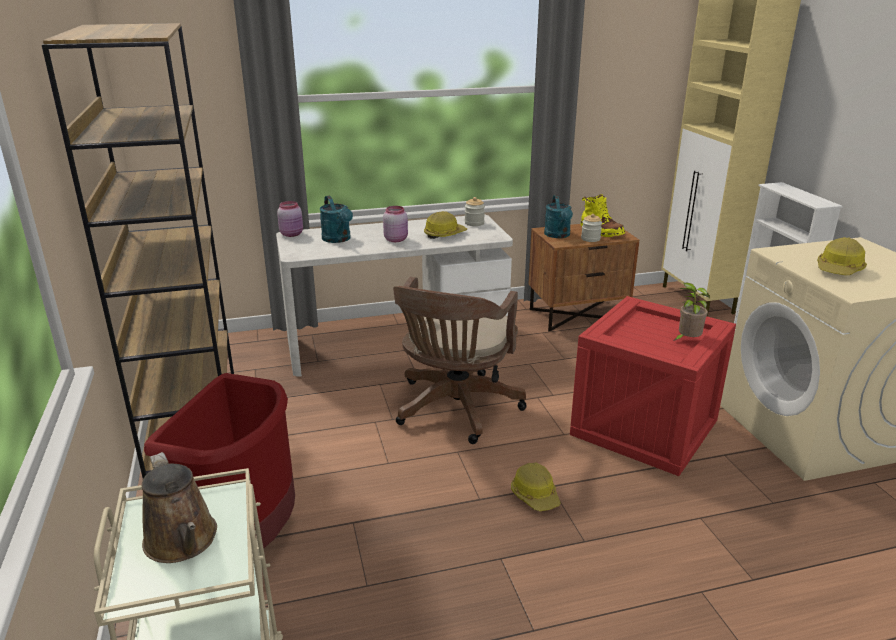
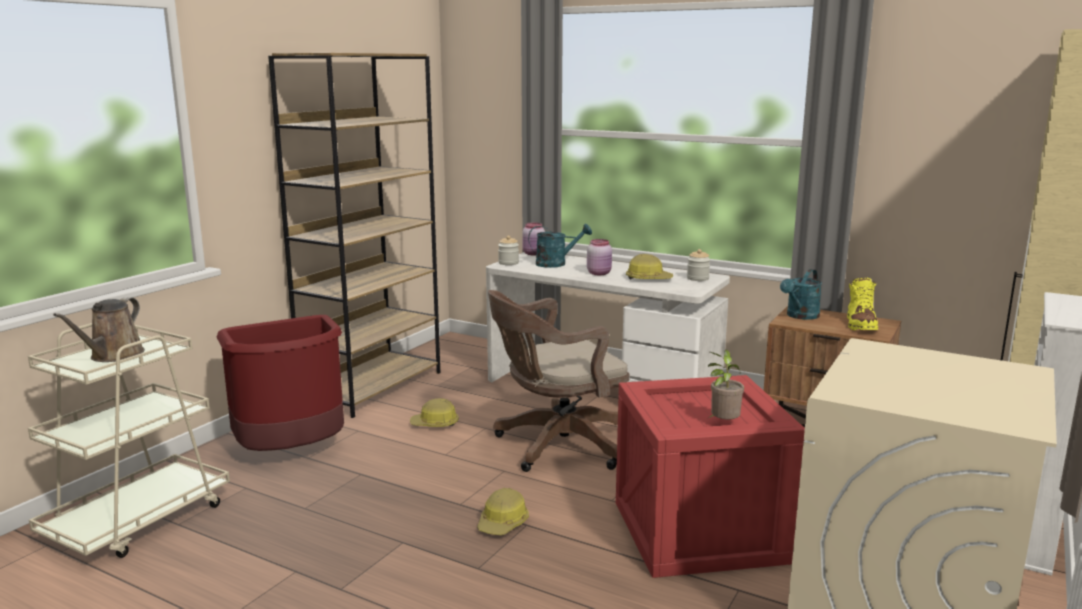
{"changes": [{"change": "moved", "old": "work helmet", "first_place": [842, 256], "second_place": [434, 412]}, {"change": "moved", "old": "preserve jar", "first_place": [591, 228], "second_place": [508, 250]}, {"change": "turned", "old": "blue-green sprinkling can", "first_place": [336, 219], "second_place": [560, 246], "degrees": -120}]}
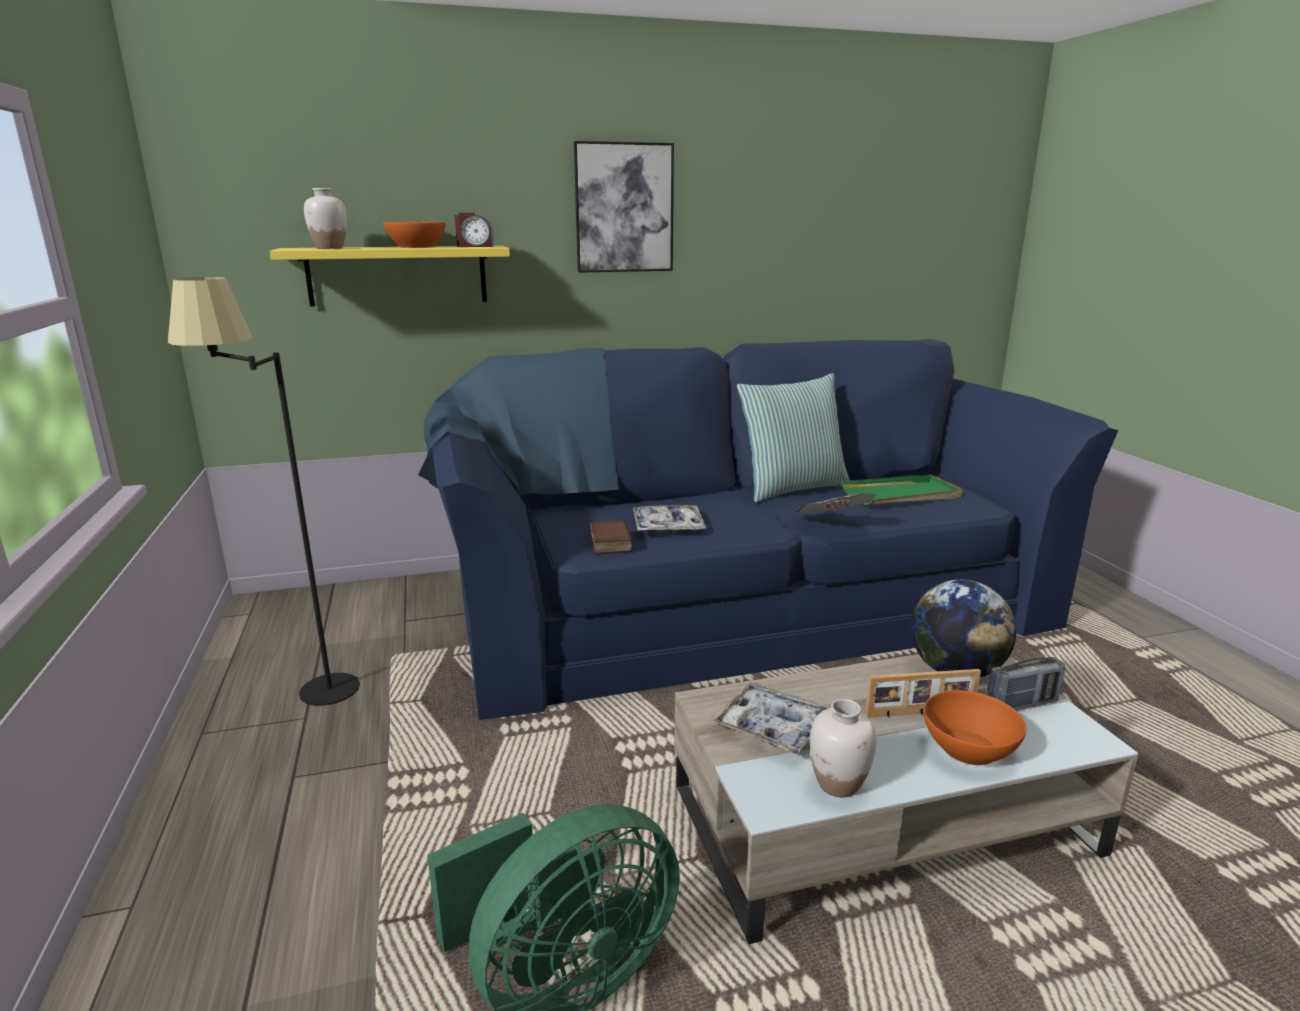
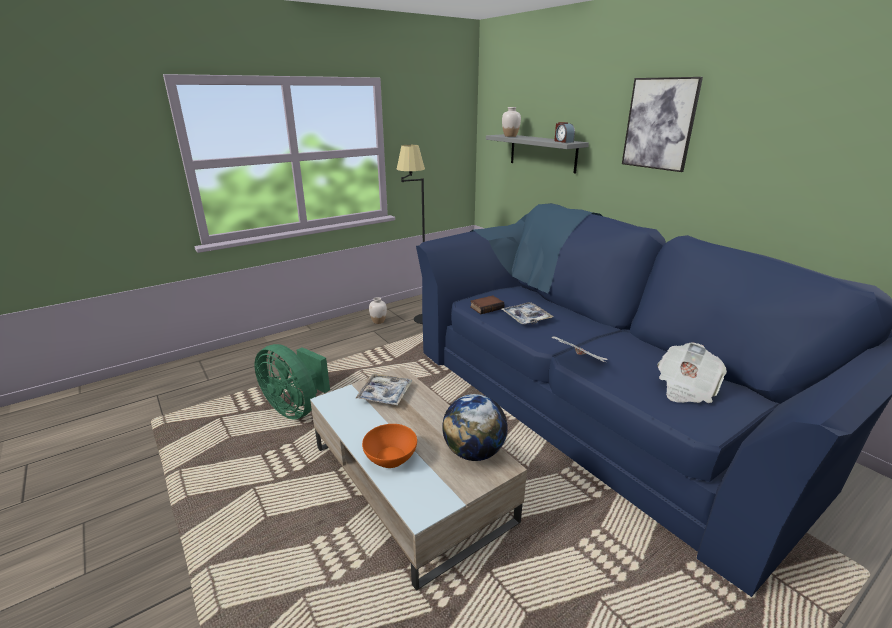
{"changes": [{"change": "moved", "old": "white decorative vase", "first_place": [843, 748], "second_place": [378, 310]}, {"change": "recoloured", "old": "yellow bracket shelf", "new": "grey bracket shelf", "first_place": [390, 276], "second_place": [537, 154]}, {"change": "replaced", "old": "green tray", "new": "newspaper", "first_place": [902, 489], "second_place": [692, 372]}, {"change": "removed", "old": "orangey serving bowl", "first_place": [414, 235]}, {"change": "removed", "old": "pillow", "first_place": [793, 437]}, {"change": "removed", "old": "standing frame", "first_place": [923, 693]}, {"change": "removed", "old": "radio set", "first_place": [1025, 683]}]}
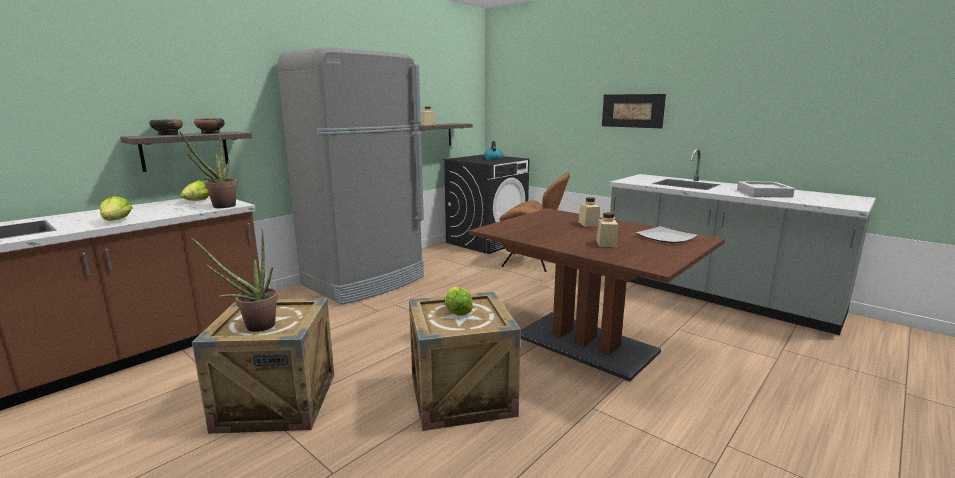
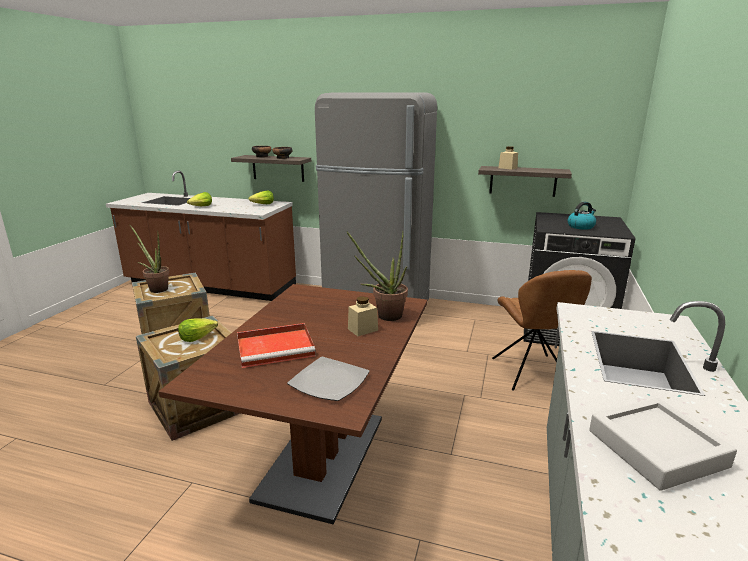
{"changes": [{"change": "replaced", "old": "sand-coloured preserve jar", "new": "red-coloured tray", "first_place": [607, 230], "second_place": [276, 345]}, {"change": "moved", "old": "potted plant", "first_place": [208, 169], "second_place": [377, 276]}, {"change": "removed", "old": "wall art", "first_place": [634, 111]}]}
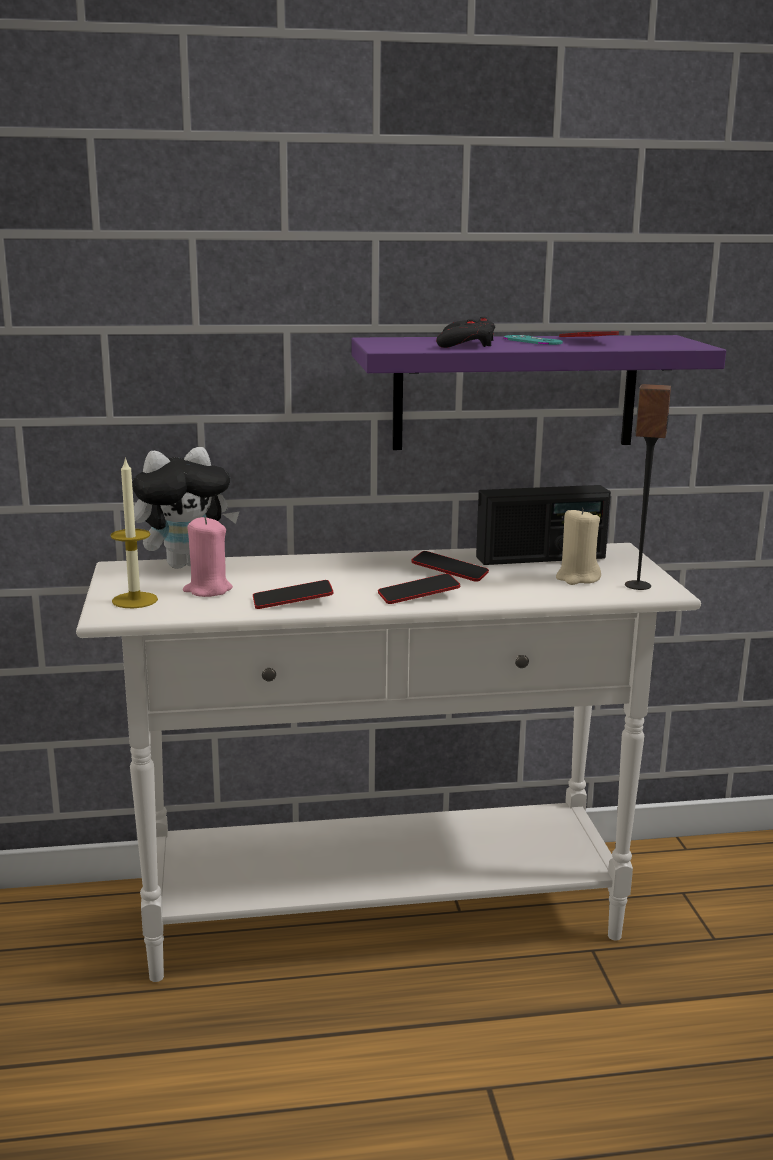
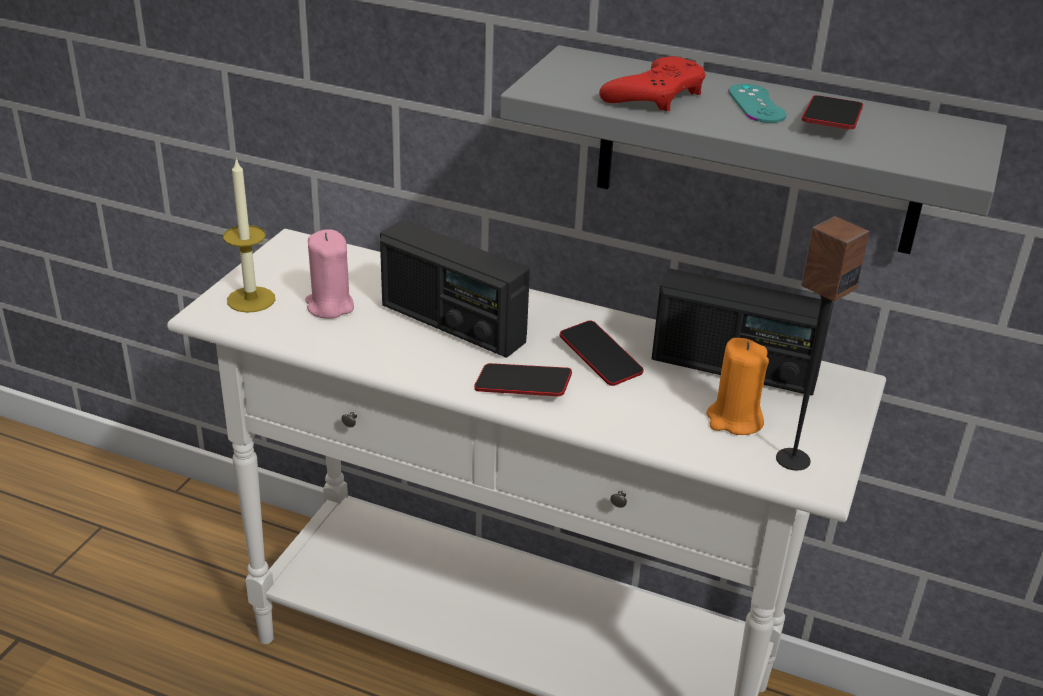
{"changes": [{"change": "added", "new": "radio set", "second_place": [455, 289]}, {"change": "recoloured", "old": "purplish bracket shelf", "new": "grey bracket shelf", "first_place": [538, 392], "second_place": [753, 149]}, {"change": "recoloured", "old": "blackish joypad", "new": "red-coloured joypad", "first_place": [465, 332], "second_place": [652, 84]}, {"change": "recoloured", "old": "sand-coloured candle", "new": "orangey candle", "first_place": [578, 546], "second_place": [737, 386]}, {"change": "removed", "old": "plush toy", "first_place": [185, 508]}, {"change": "removed", "old": "telephone", "first_place": [293, 594]}]}
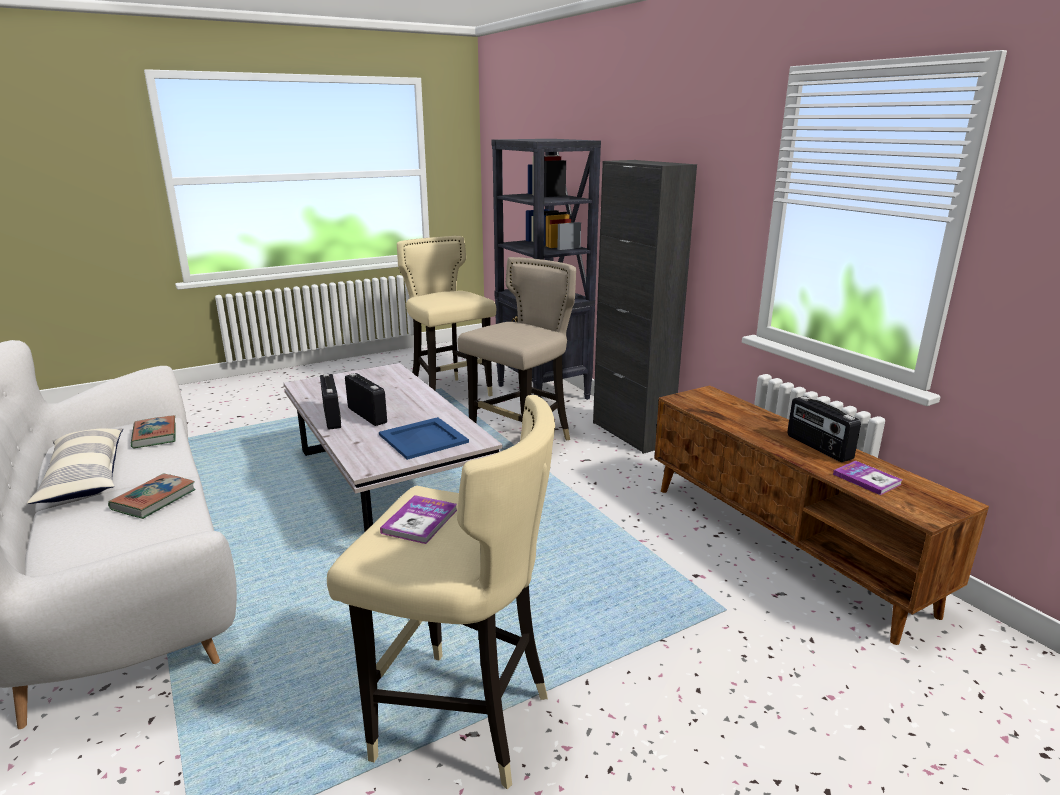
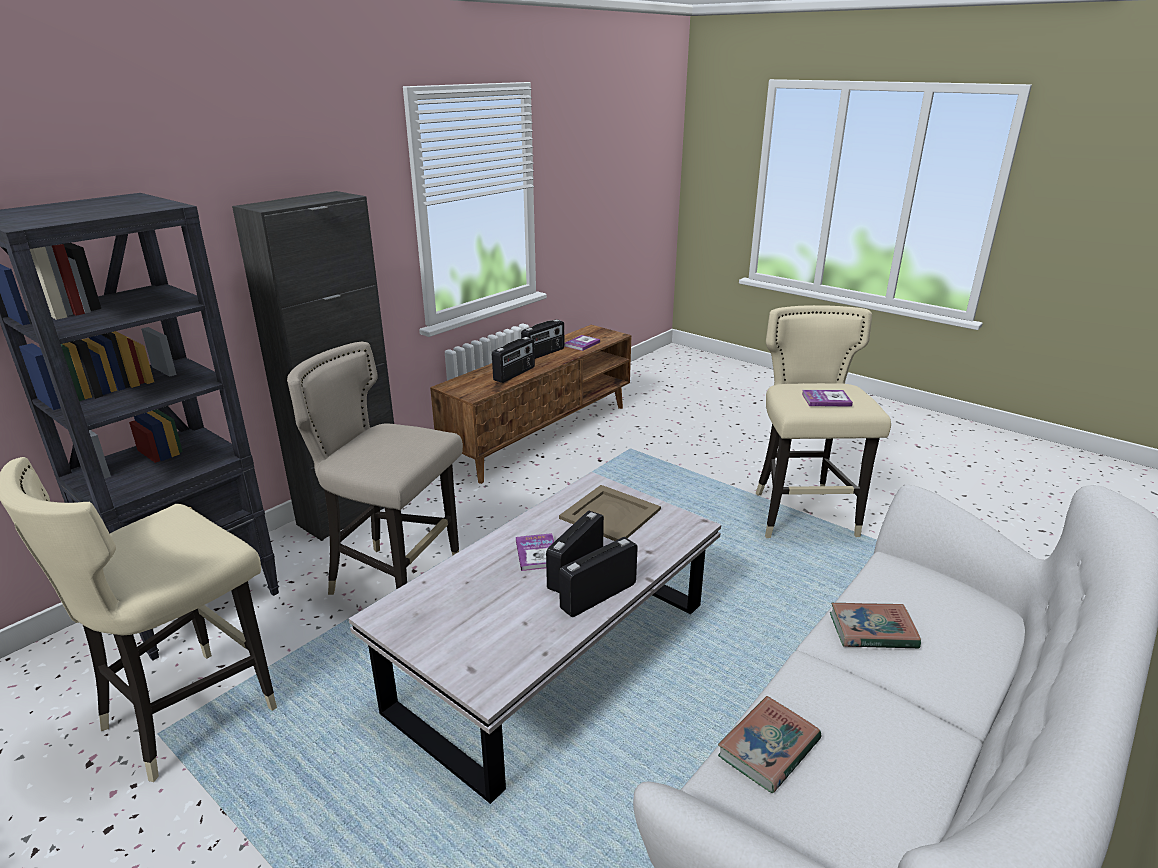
{"changes": [{"change": "added", "new": "radio set", "second_place": [513, 360]}, {"change": "added", "new": "volume", "second_place": [535, 552]}, {"change": "recoloured", "old": "blue tray", "new": "sand-coloured tray", "first_place": [424, 438], "second_place": [610, 513]}, {"change": "removed", "old": "pillow", "first_place": [75, 466]}]}
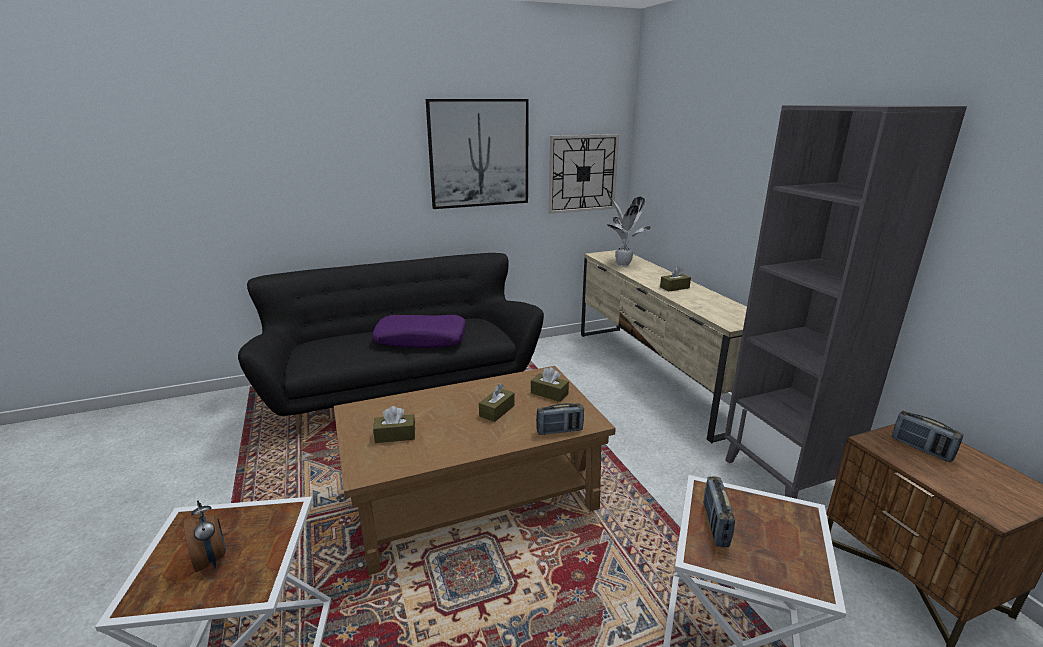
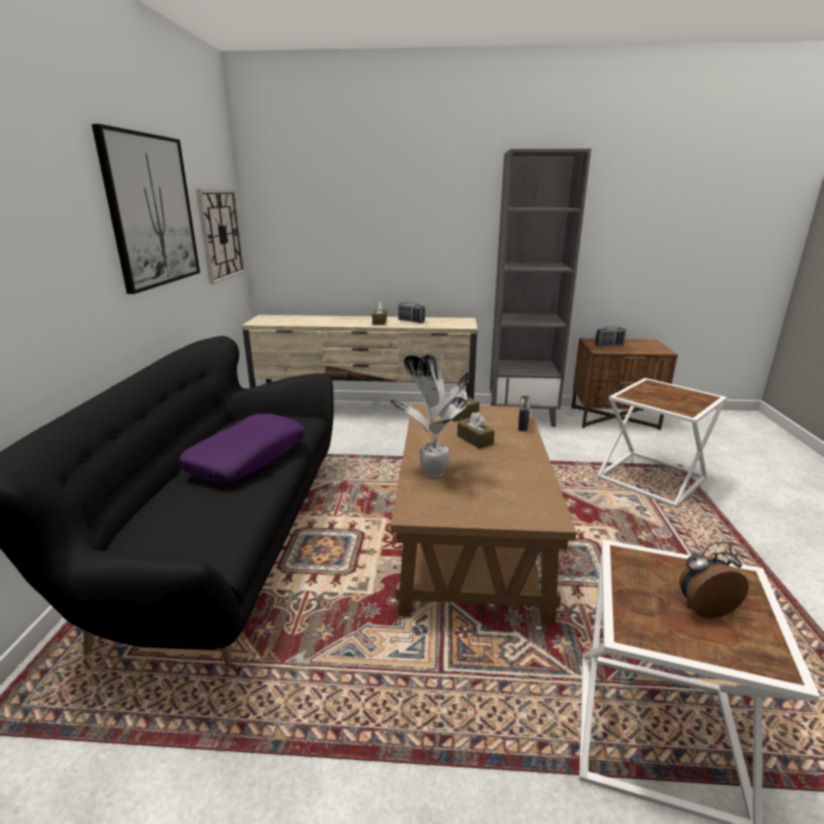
{"changes": [{"change": "moved", "old": "potted plant", "first_place": [628, 227], "second_place": [429, 415]}, {"change": "moved", "old": "radio set", "first_place": [719, 511], "second_place": [411, 312]}, {"change": "removed", "old": "brown tissue box", "first_place": [394, 424]}]}
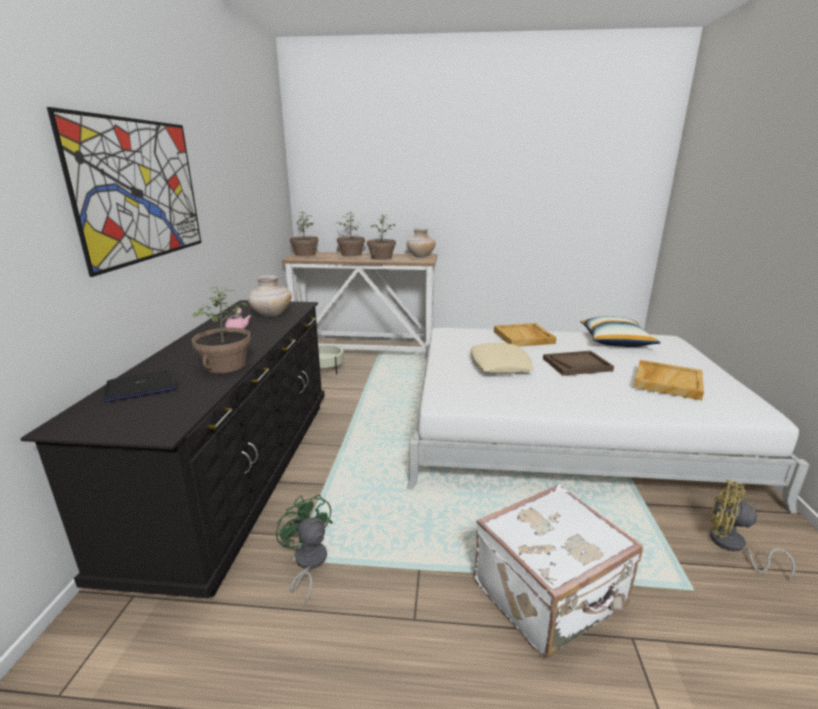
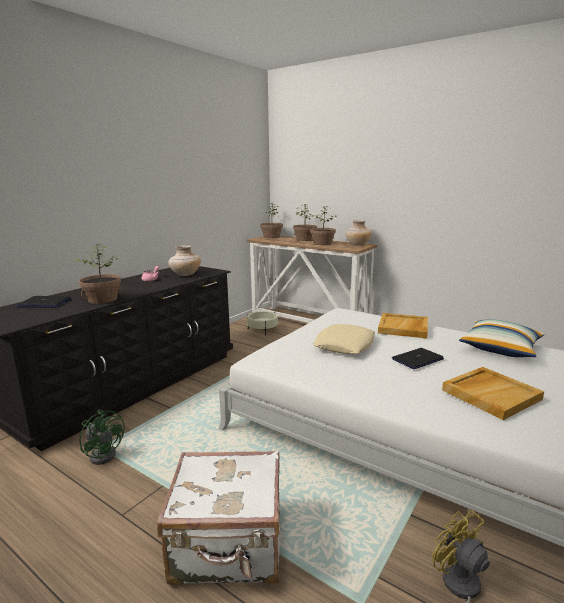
{"changes": [{"change": "turned", "old": "green cooling fan", "first_place": [304, 550], "second_place": [101, 437], "degrees": 135}, {"change": "replaced", "old": "brown tray", "new": "notebook computer", "first_place": [578, 363], "second_place": [418, 358]}, {"change": "removed", "old": "wall art", "first_place": [124, 192]}]}
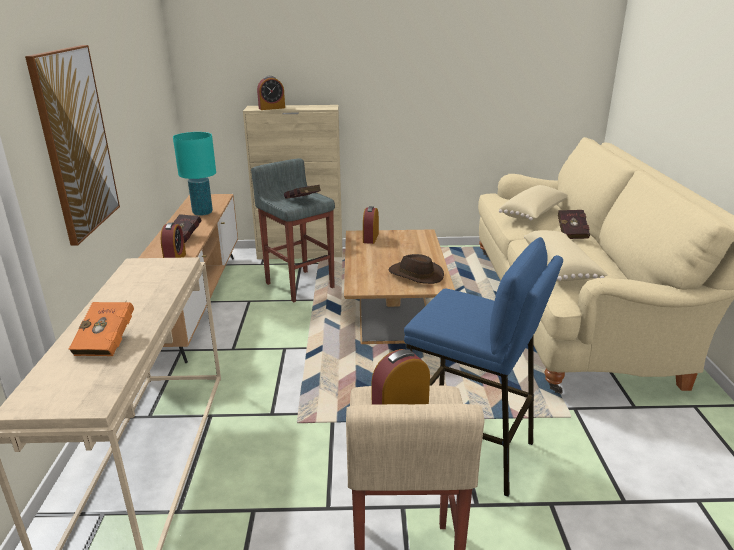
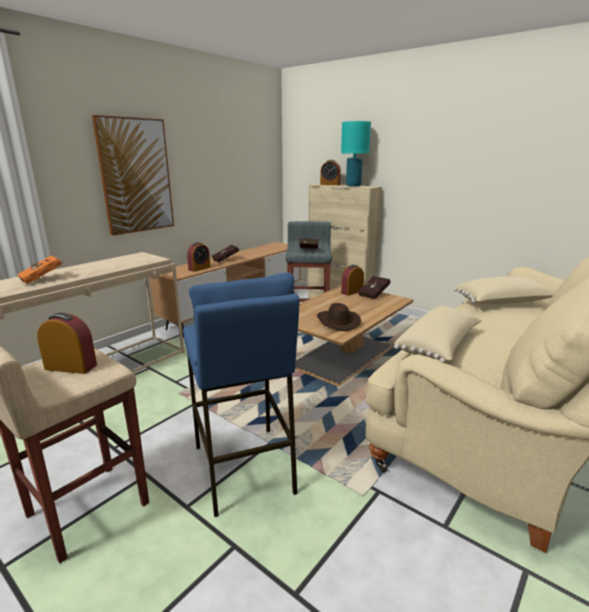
{"changes": [{"change": "moved", "old": "blue-green tabletop lamp", "first_place": [194, 174], "second_place": [356, 154]}, {"change": "moved", "old": "red-coloured volume", "first_place": [574, 224], "second_place": [374, 287]}]}
